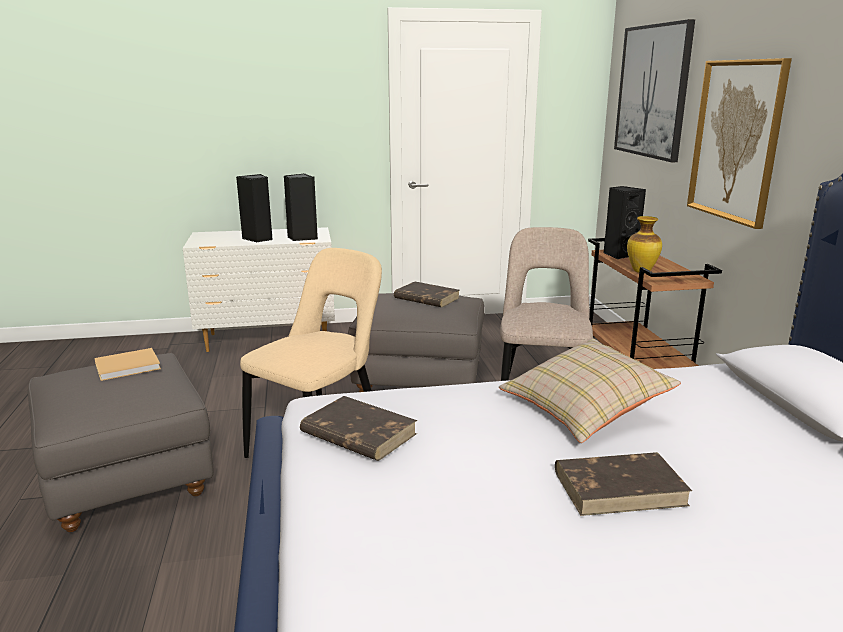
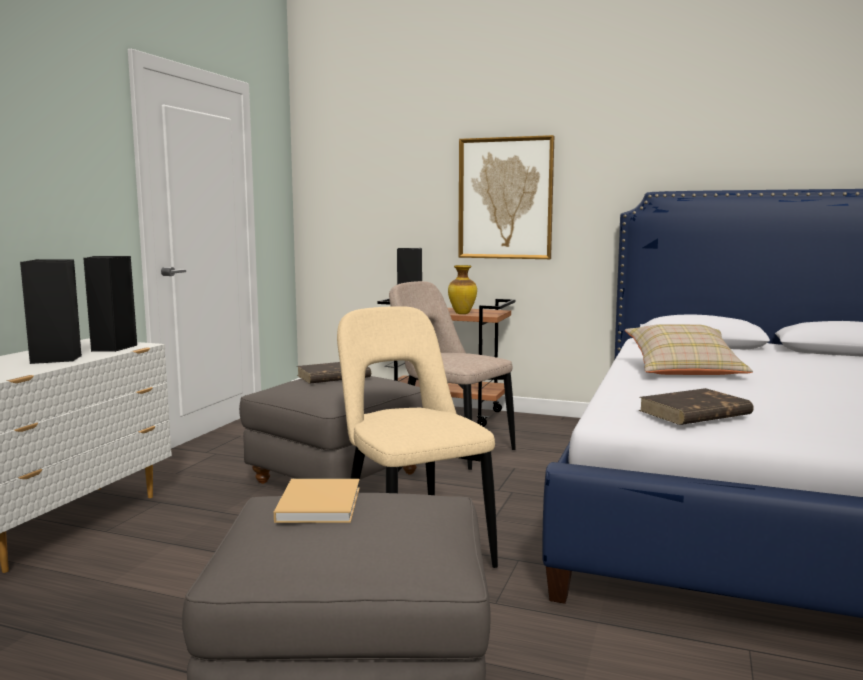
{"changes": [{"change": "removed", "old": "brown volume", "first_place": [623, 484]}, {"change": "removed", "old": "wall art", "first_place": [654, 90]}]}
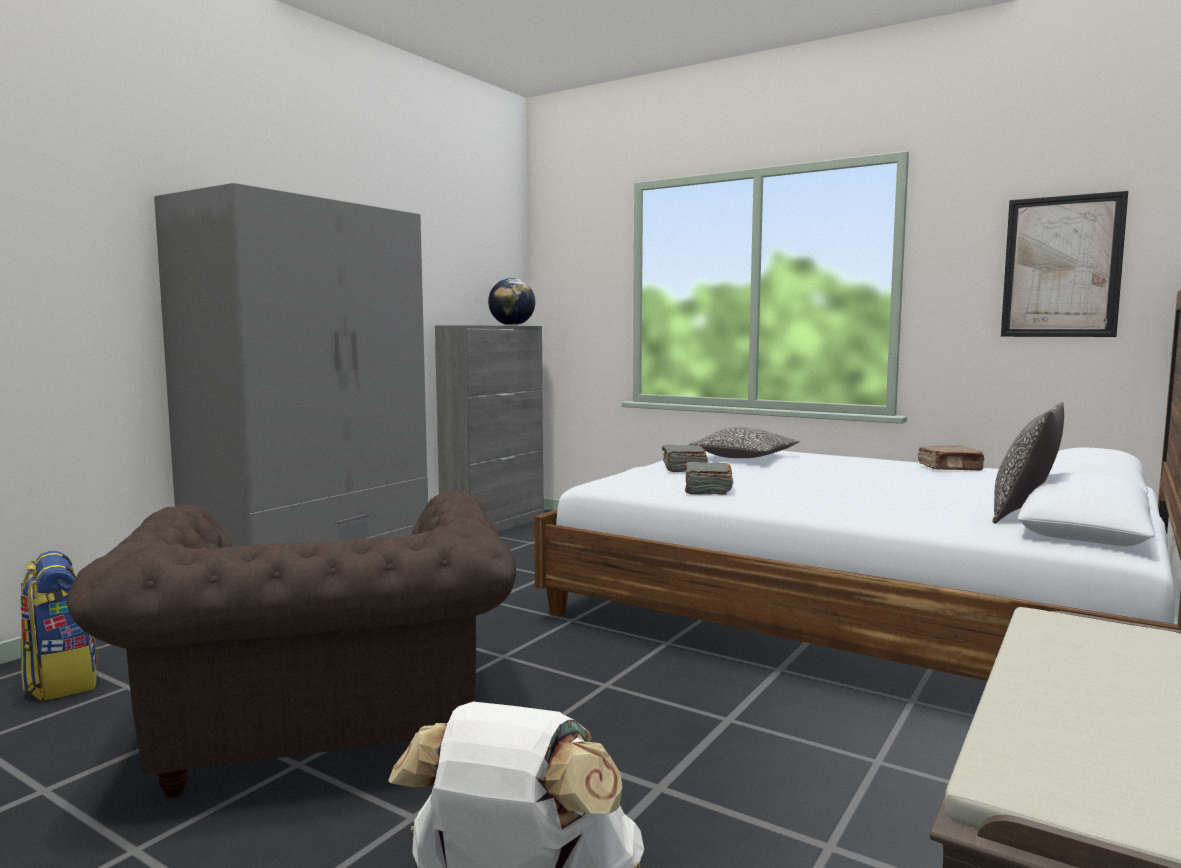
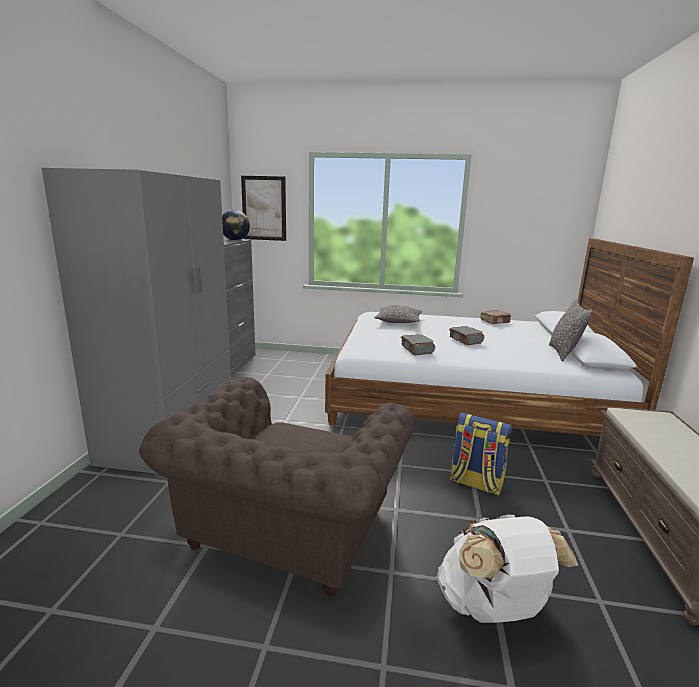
{"changes": [{"change": "turned", "old": "brown lounge chair", "first_place": [291, 644], "second_place": [276, 486], "degrees": 60}, {"change": "moved", "old": "wall art", "first_place": [1064, 264], "second_place": [263, 208]}, {"change": "moved", "old": "grey volume", "first_place": [685, 458], "second_place": [466, 336]}, {"change": "moved", "old": "backpack", "first_place": [59, 626], "second_place": [481, 454]}]}
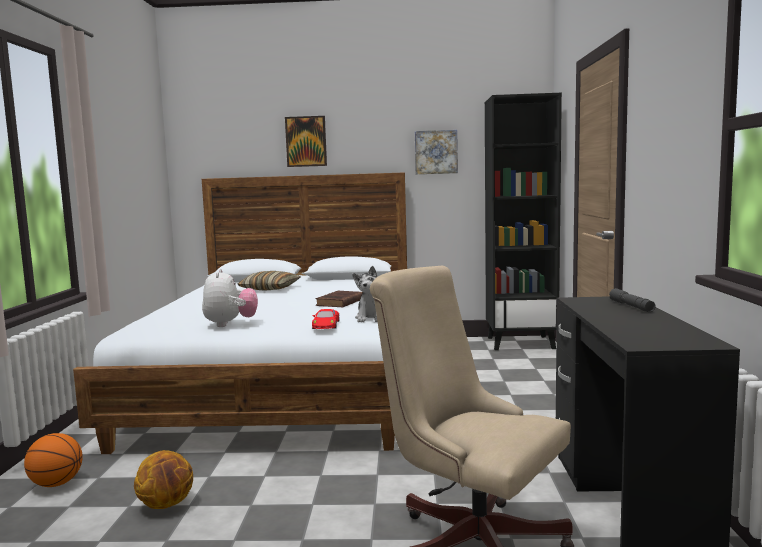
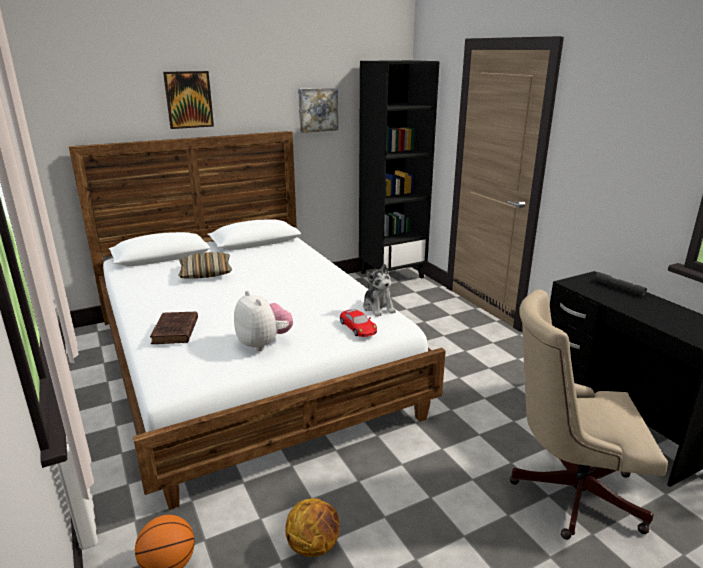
{"changes": [{"change": "moved", "old": "brown volume", "first_place": [339, 299], "second_place": [174, 327]}]}
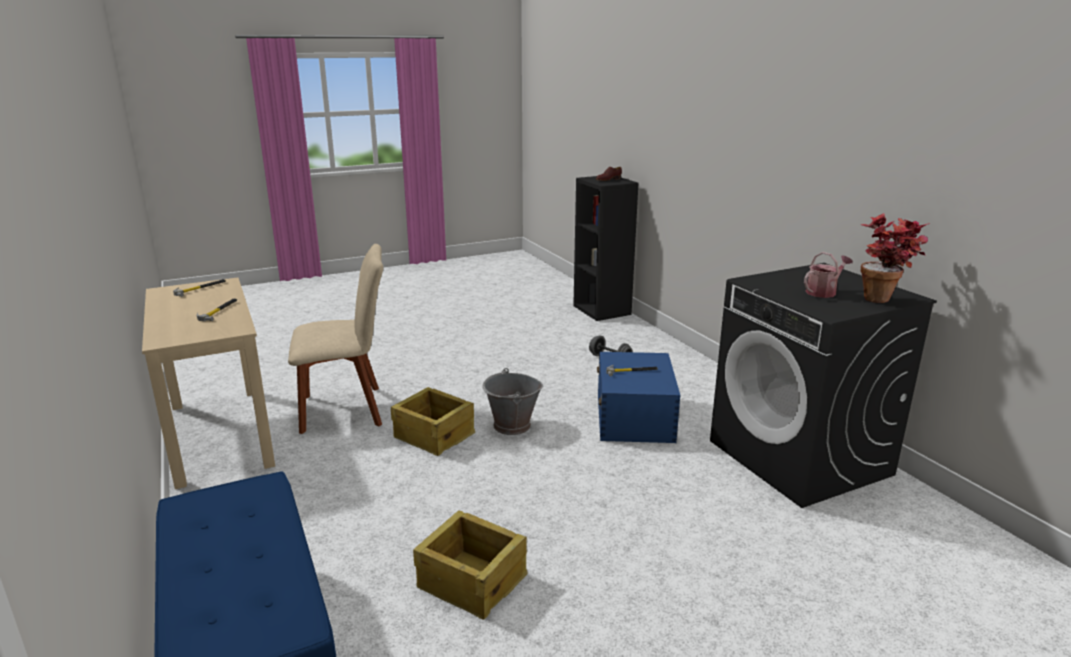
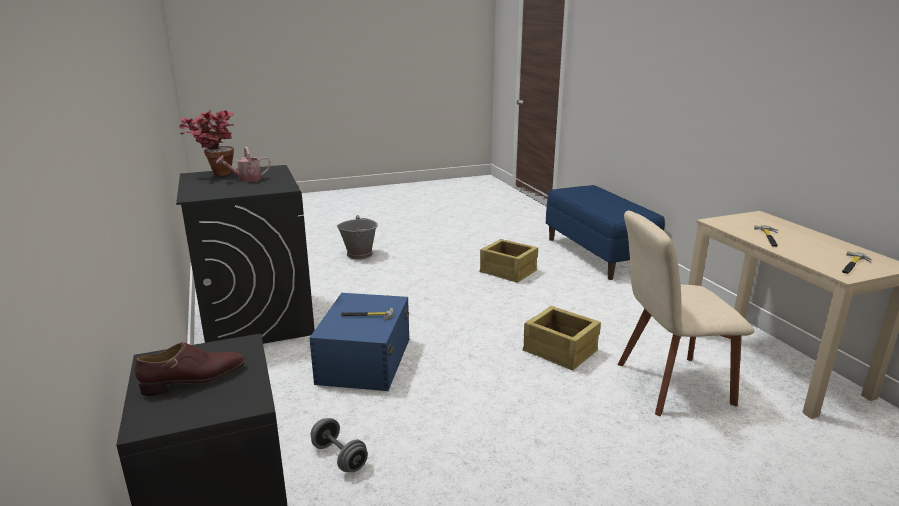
{"changes": [{"change": "moved", "old": "grey bucket", "first_place": [512, 401], "second_place": [357, 237]}]}
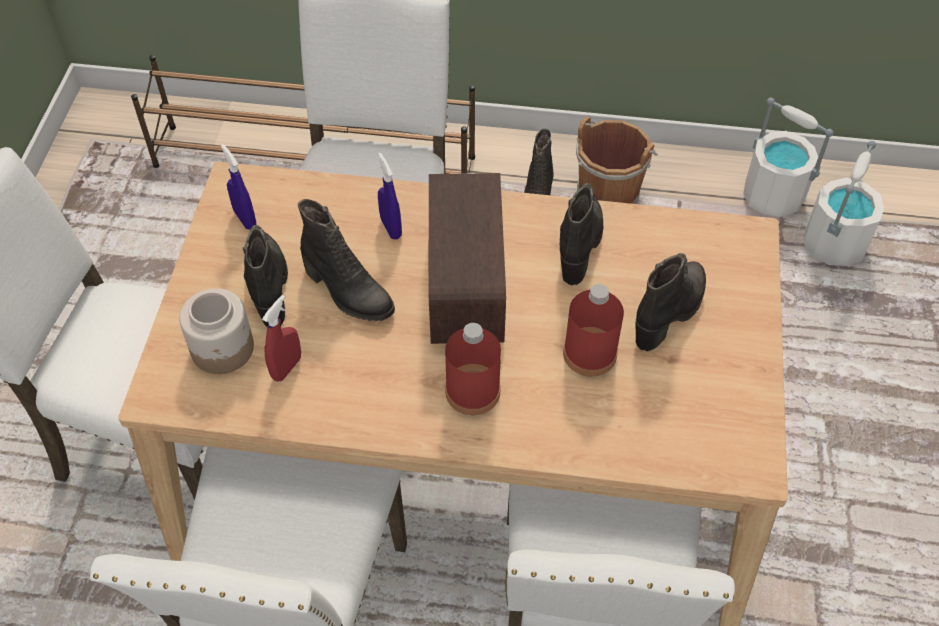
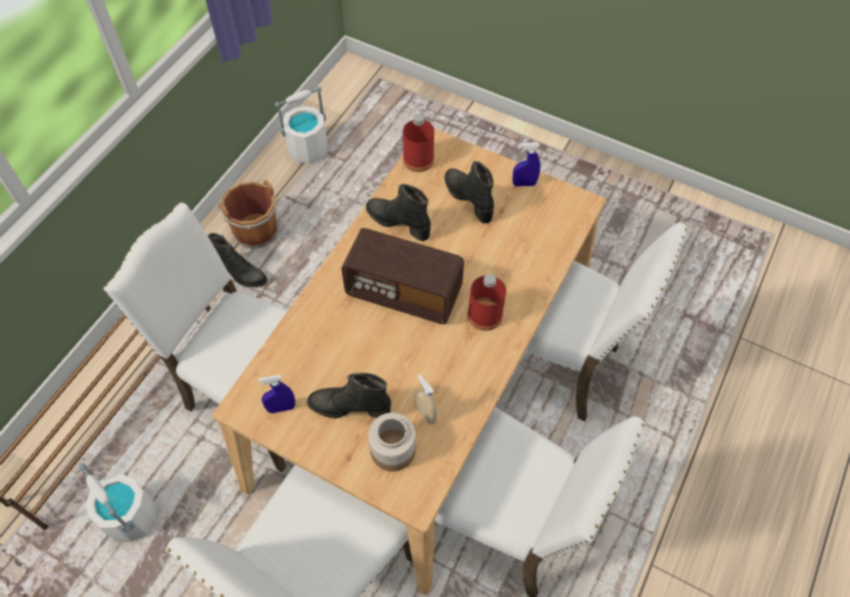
{"changes": [{"change": "moved", "old": "white bucket", "first_place": [843, 203], "second_place": [118, 503]}, {"change": "moved", "old": "red-coloured bottle", "first_place": [593, 330], "second_place": [418, 143]}, {"change": "recoloured", "old": "red-coloured sprayer", "new": "sand-coloured sprayer", "first_place": [281, 338], "second_place": [426, 399]}, {"change": "moved", "old": "blue sprayer", "first_place": [390, 196], "second_place": [526, 165]}, {"change": "removed", "old": "blackish high-top boot", "first_place": [346, 260]}]}
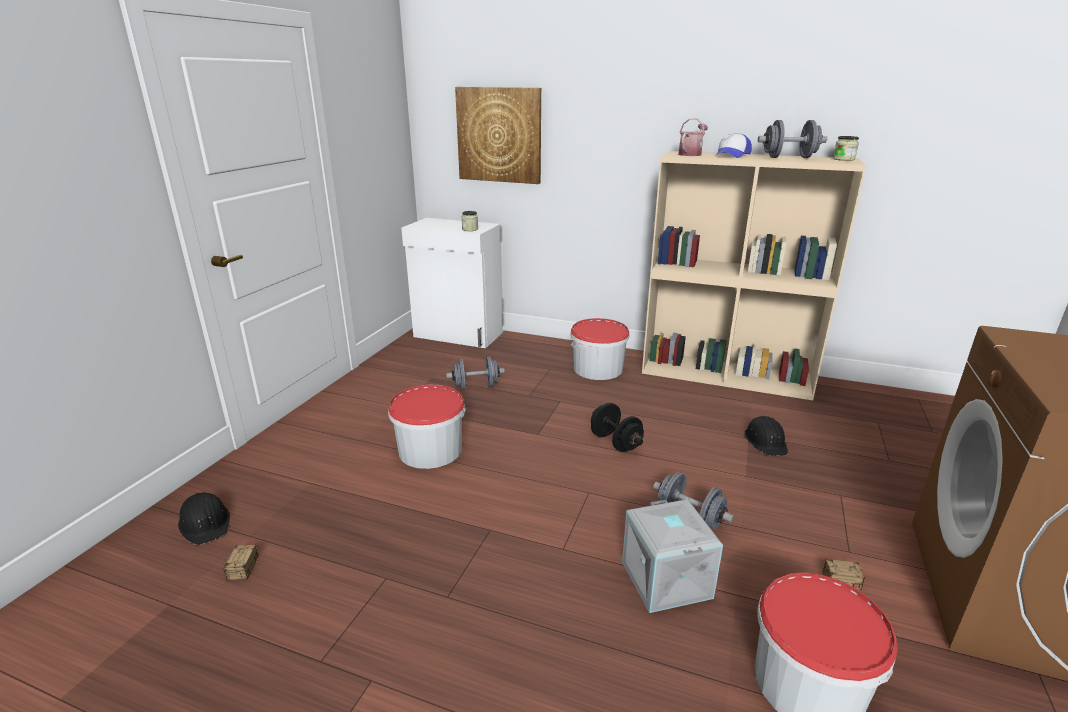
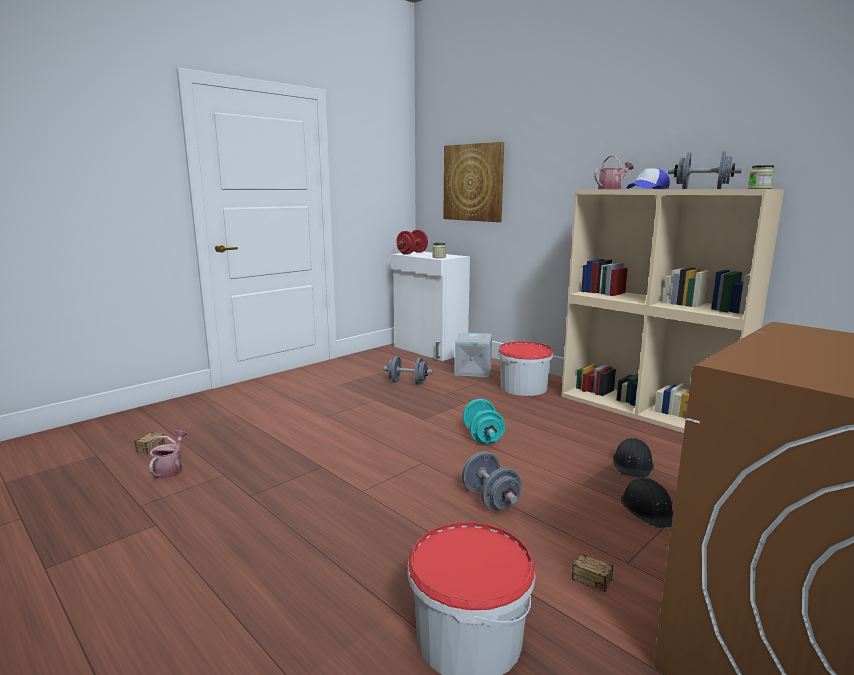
{"changes": [{"change": "added", "new": "sprinkling can", "second_place": [168, 455]}, {"change": "added", "new": "red-coloured hand weight", "second_place": [412, 242]}, {"change": "moved", "old": "grey storage bin", "first_place": [672, 556], "second_place": [473, 354]}, {"change": "recoloured", "old": "blackish hand weight", "new": "blue-green hand weight", "first_place": [617, 427], "second_place": [484, 421]}, {"change": "moved", "old": "blackish work helmet", "first_place": [204, 518], "second_place": [647, 503]}, {"change": "removed", "old": "bucket", "first_place": [427, 427]}]}
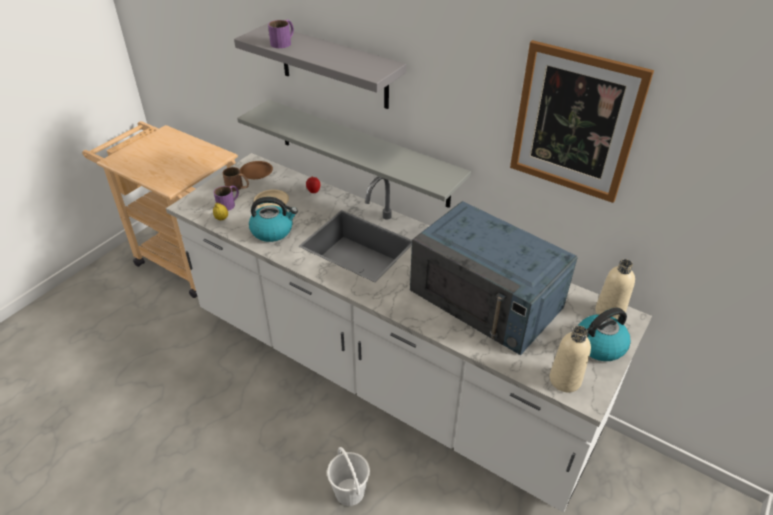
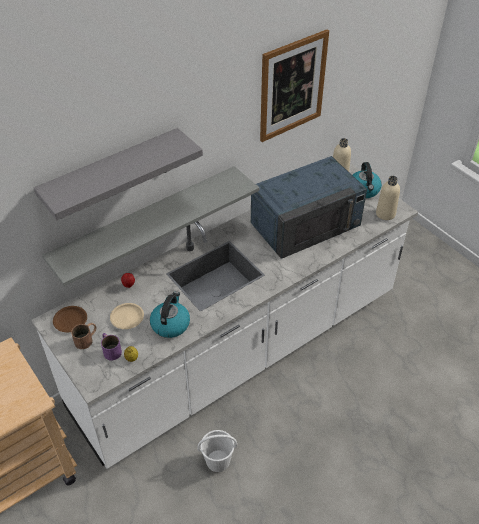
{"changes": [{"change": "moved", "old": "white bucket", "first_place": [348, 476], "second_place": [217, 451]}, {"change": "removed", "old": "purplish mug", "first_place": [281, 34]}]}
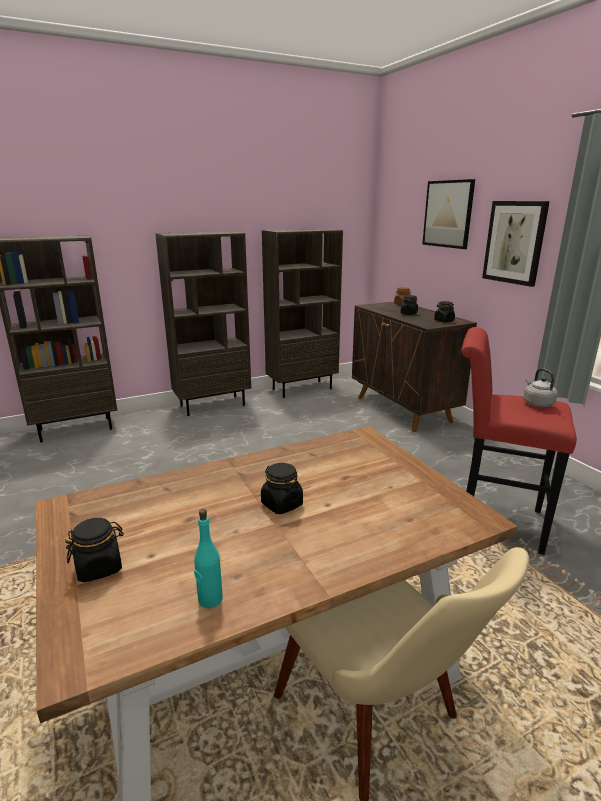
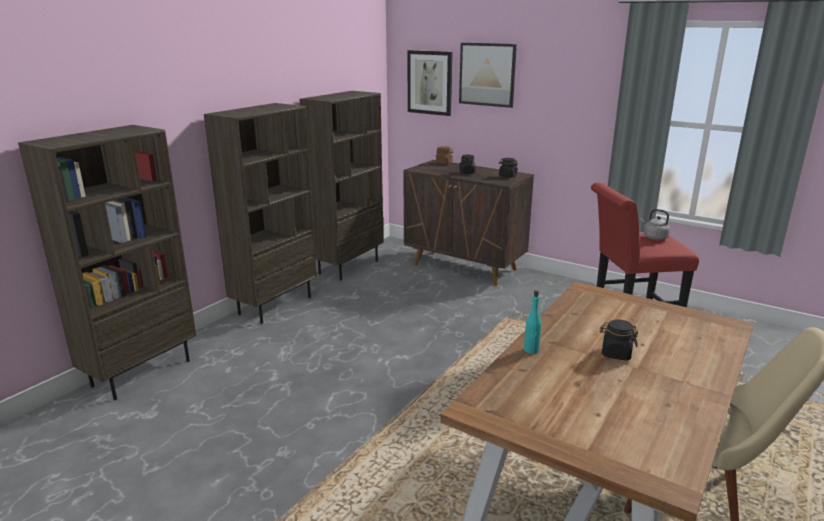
{"changes": [{"change": "moved", "old": "wall art", "first_place": [516, 244], "second_place": [430, 83]}, {"change": "moved", "old": "blue-green bottle", "first_place": [208, 558], "second_place": [532, 322]}, {"change": "removed", "old": "blackish preserve jar", "first_place": [94, 550]}]}
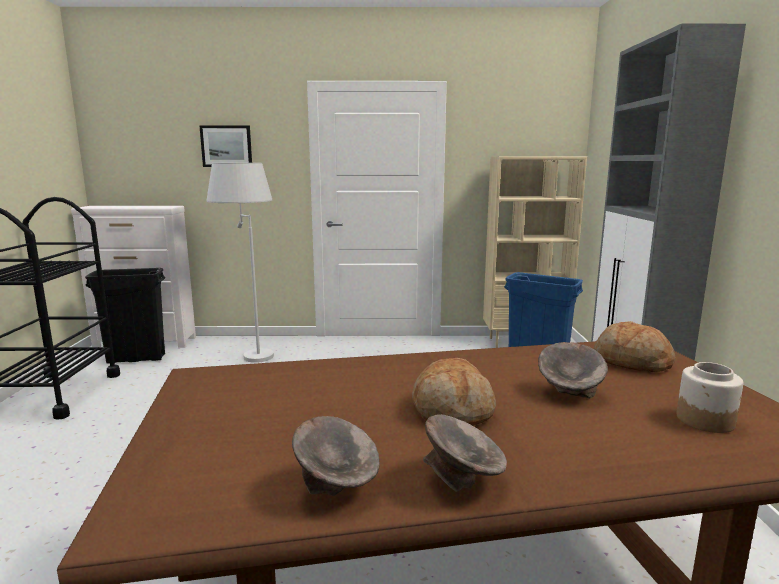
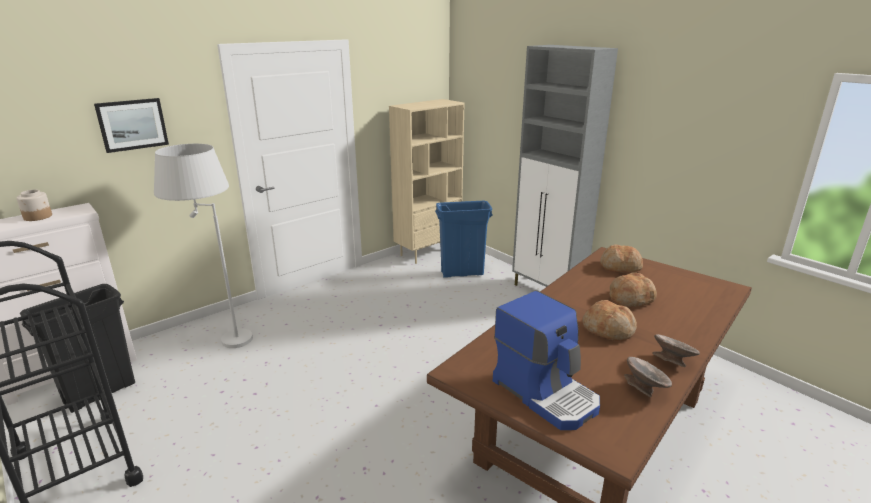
{"changes": [{"change": "moved", "old": "preserve jar", "first_place": [709, 397], "second_place": [34, 205]}, {"change": "added", "new": "coffee maker", "second_place": [546, 360]}, {"change": "replaced", "old": "grey serving bowl", "new": "bakery bread", "first_place": [573, 370], "second_place": [633, 289]}]}
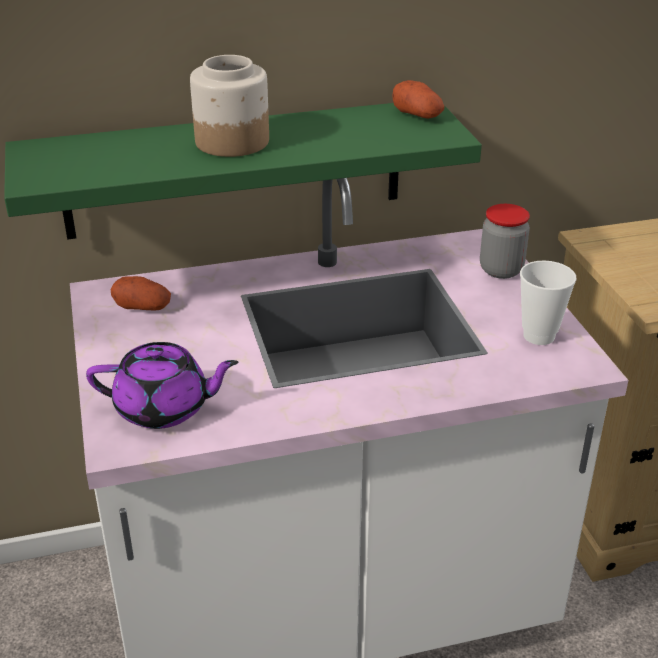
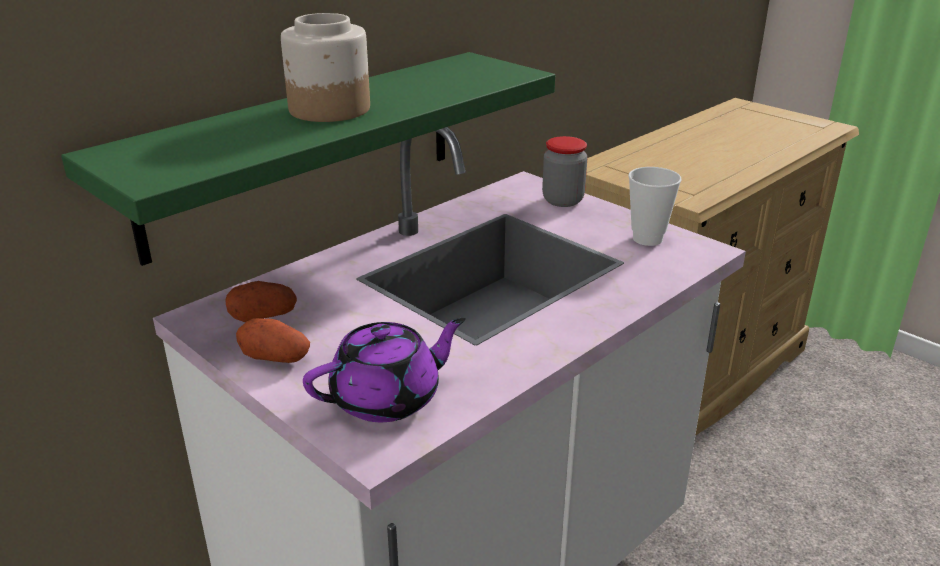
{"changes": [{"change": "moved", "old": "spud", "first_place": [418, 99], "second_place": [273, 340]}]}
